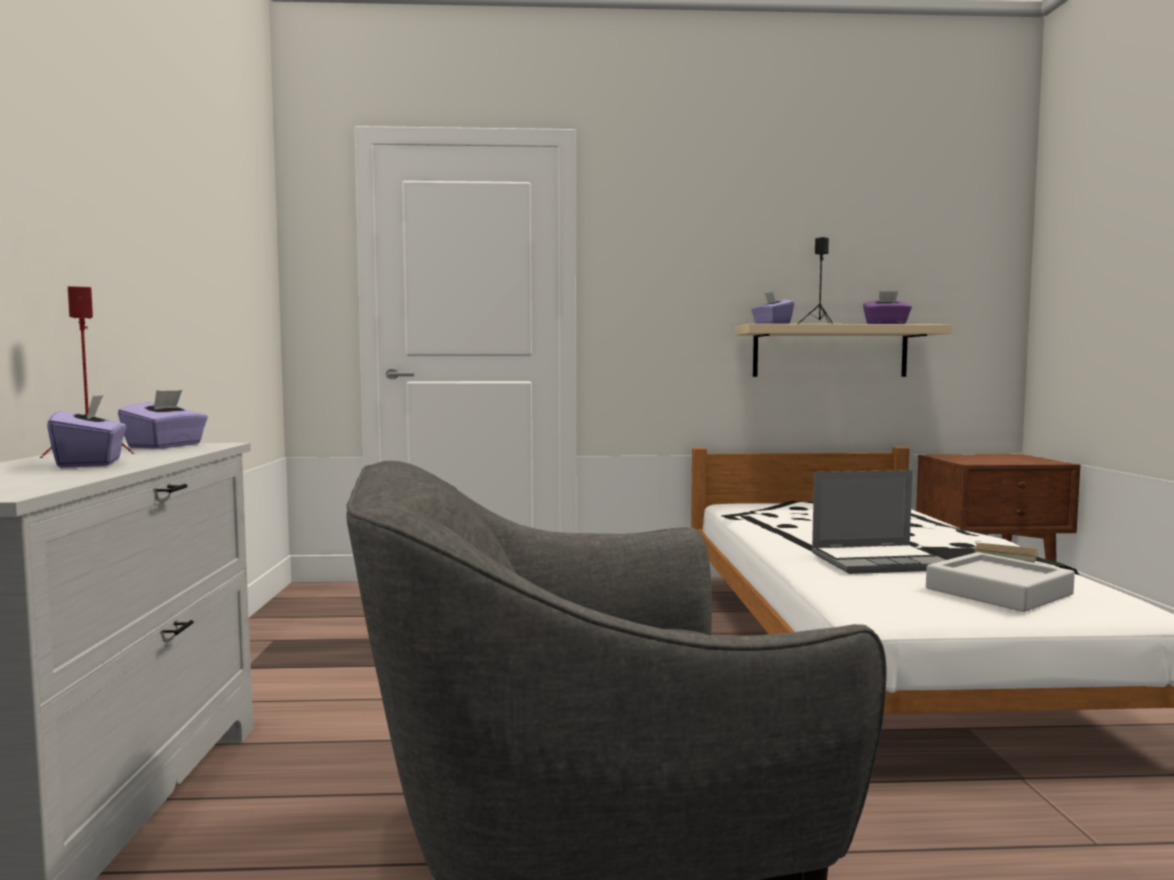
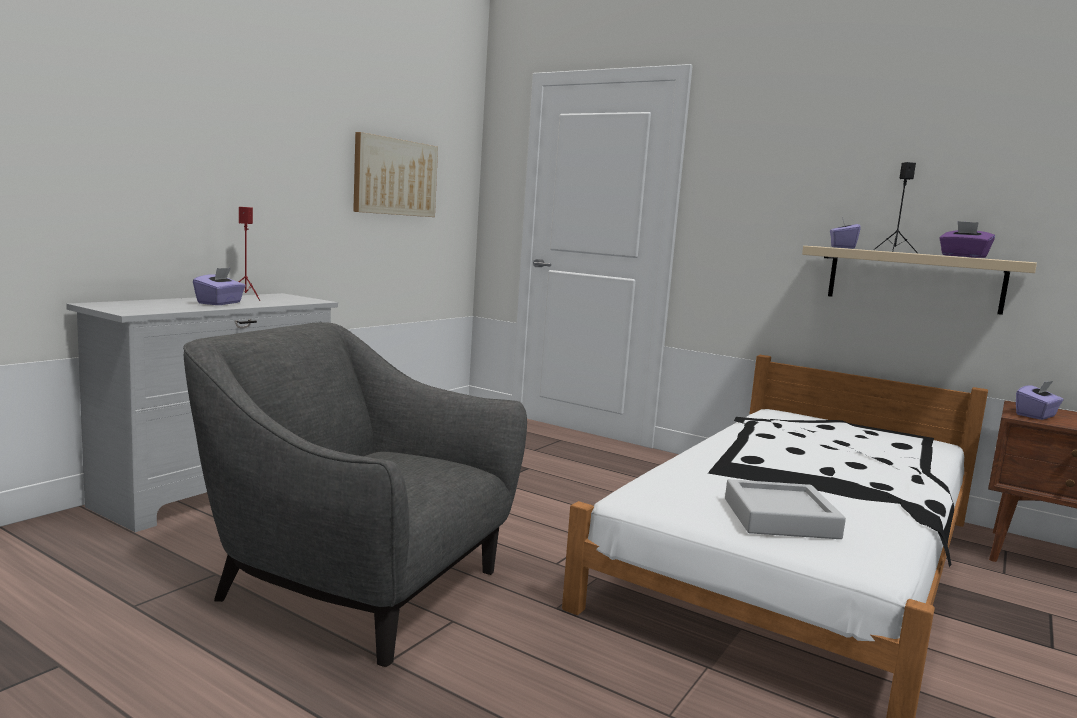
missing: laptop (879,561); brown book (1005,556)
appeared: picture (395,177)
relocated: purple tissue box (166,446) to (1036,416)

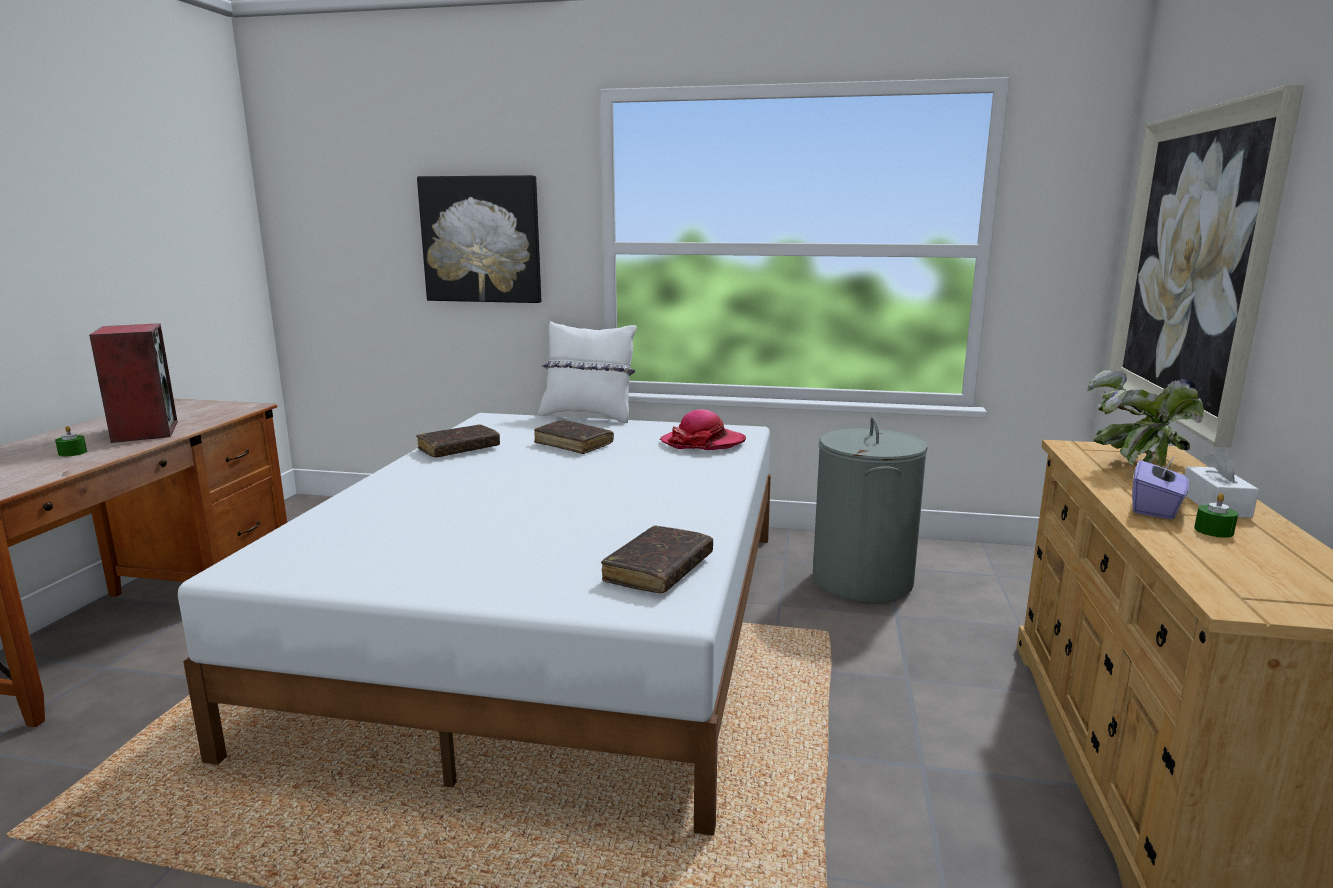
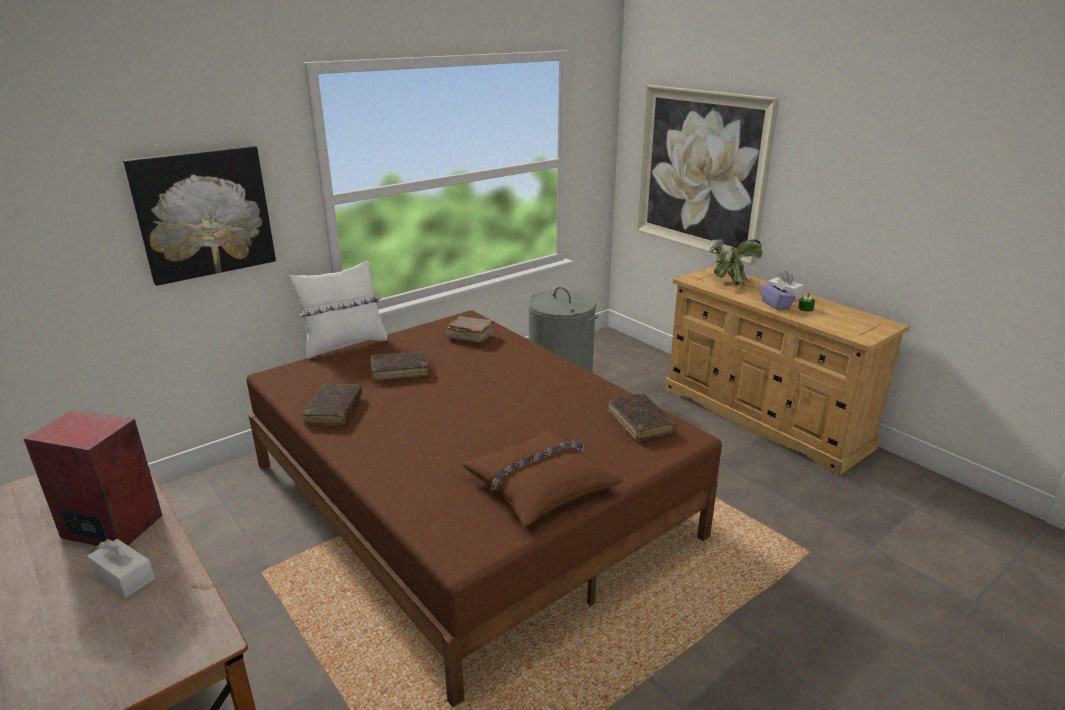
appeared: brown pillow (540,485)
exchanged: hat (703,443) to brown book (470,337); green candle (72,453) to white tissue box (124,577)
colour: white bed (559,623) to brown bed (469,499)

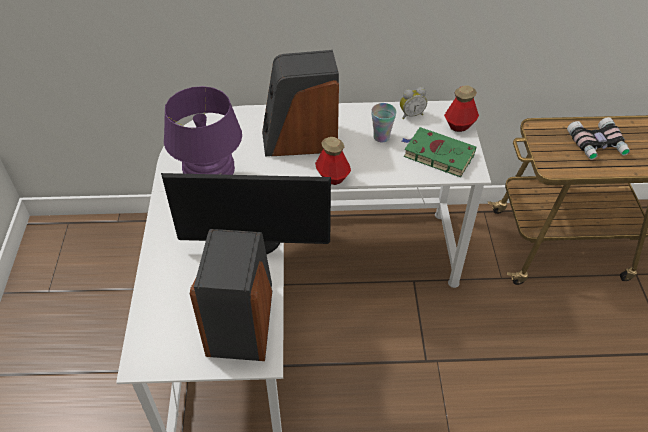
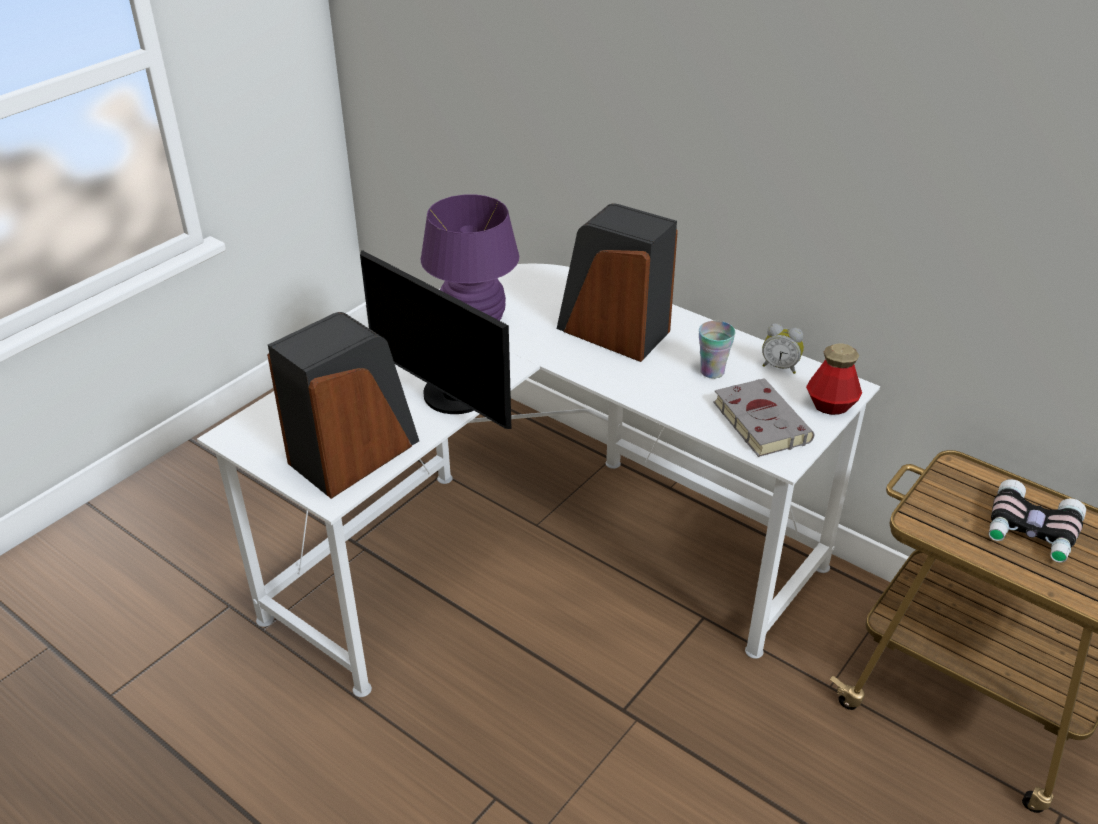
missing: bottle (332,177)
colour: green book (437,154) to grey book (759,420)

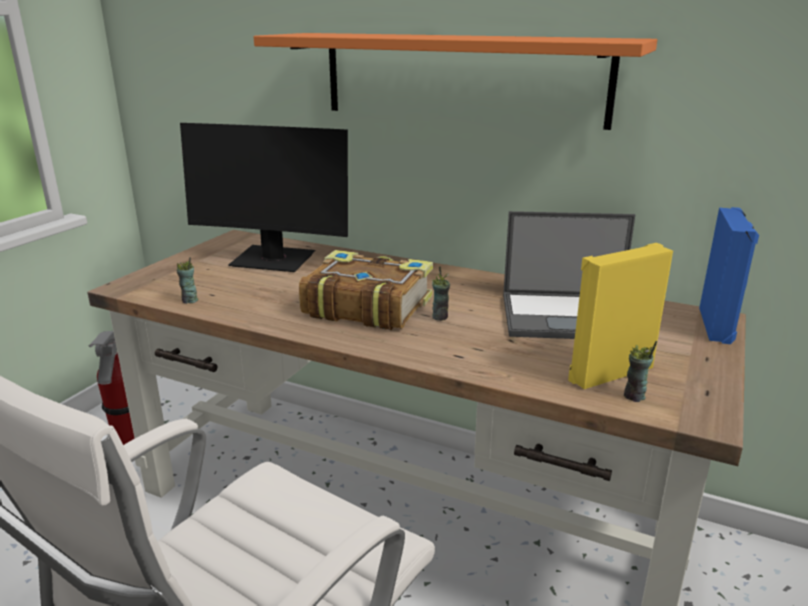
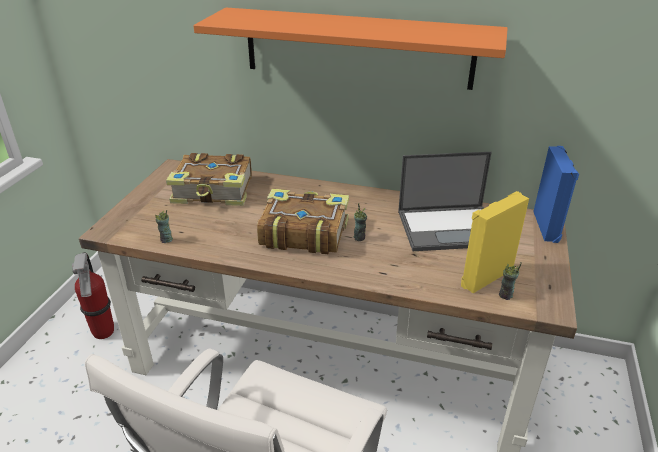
exchanged: monitor (273,260) to book (214,191)

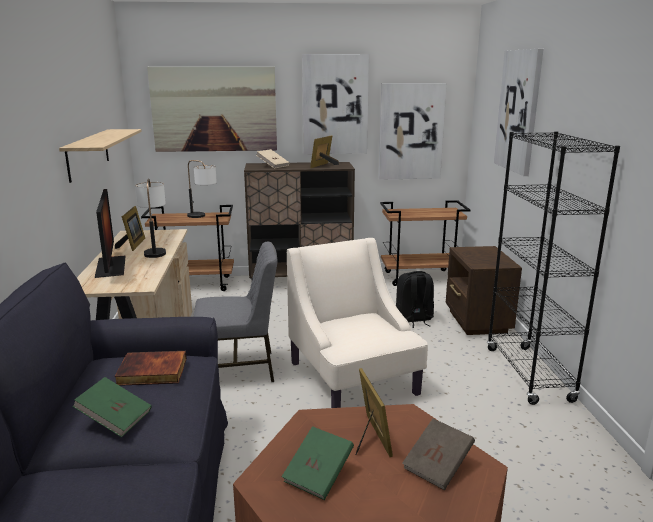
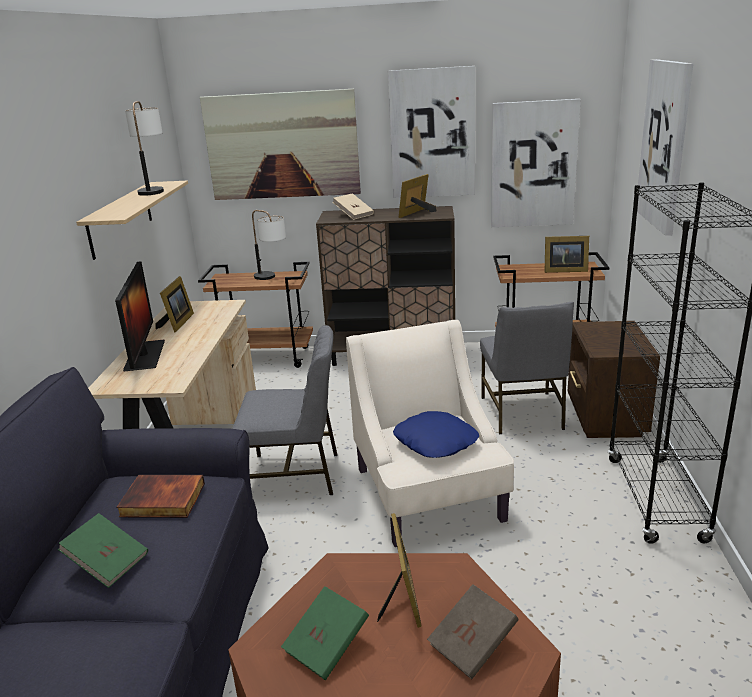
appeared: picture frame (563,270); blue pillow (436,442)
relocated: table lamp (155,250) to (154,189)
exchanged: black backpack (413,319) to grey chair (523,413)

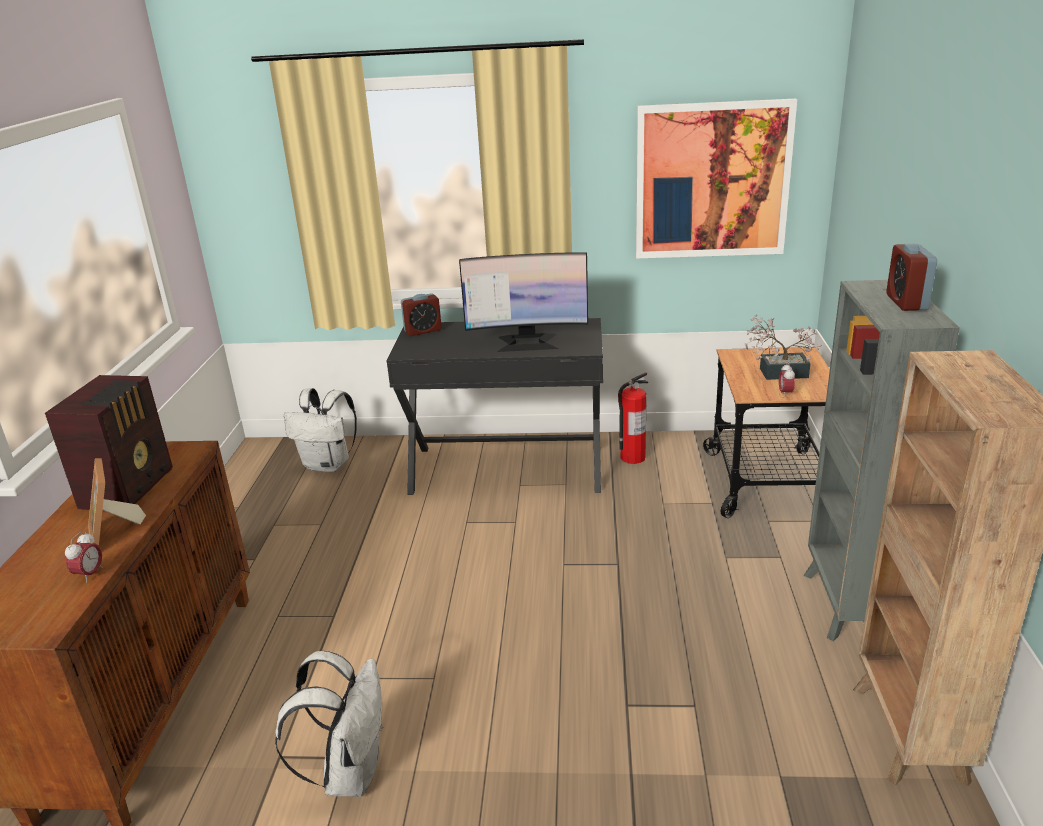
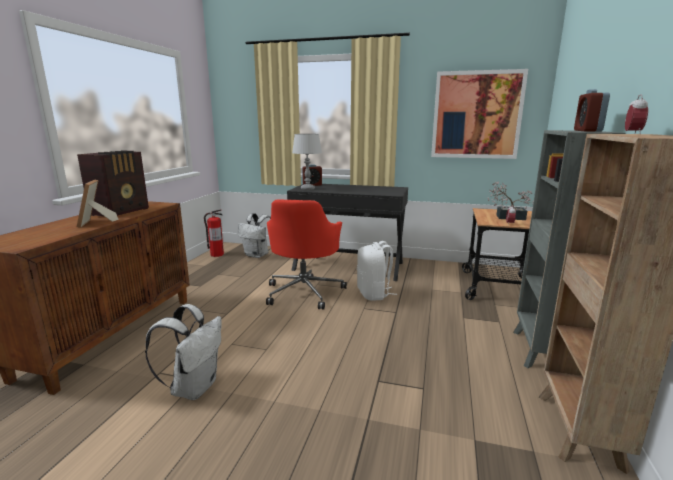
missing: monitor (527,342)
appeared: grey table lamp (308,189); red office chair (304,292); white backpack (374,294)
relocated: fire extinguisher (632,457) to (216,254); alarm clock (90,574) to (632,134)

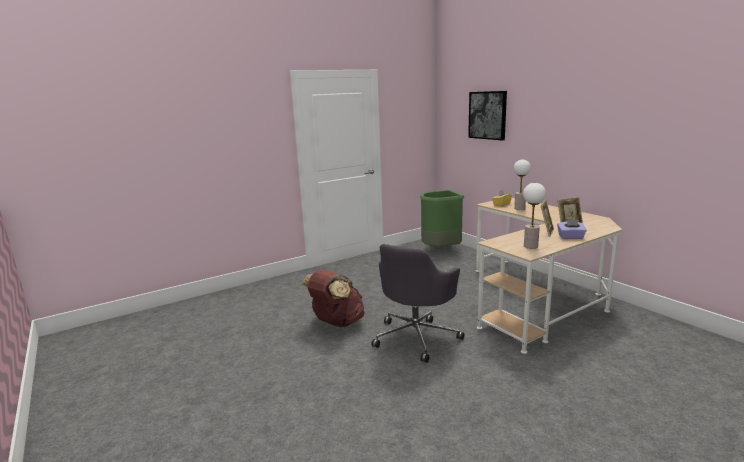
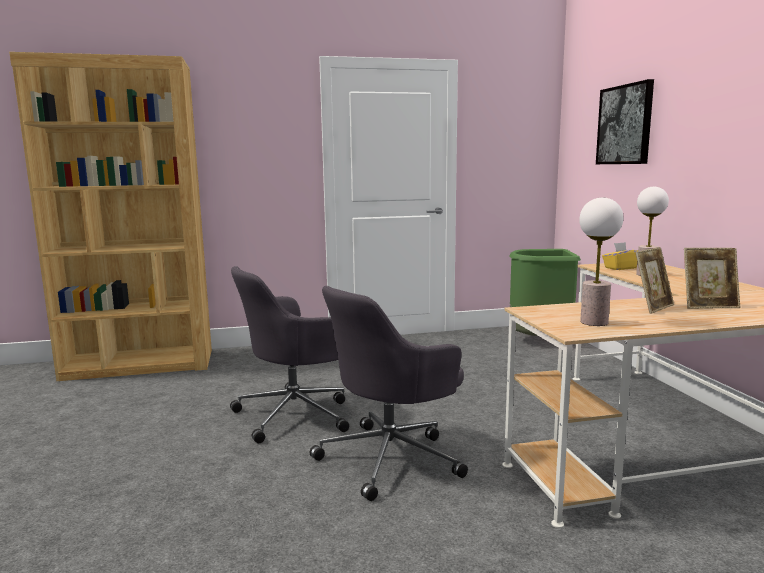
missing: purple tissue box (571,237)
appeared: brown bookcase (140,365)
exchanged: brown backpack (336,323) to grey office chair (296,414)

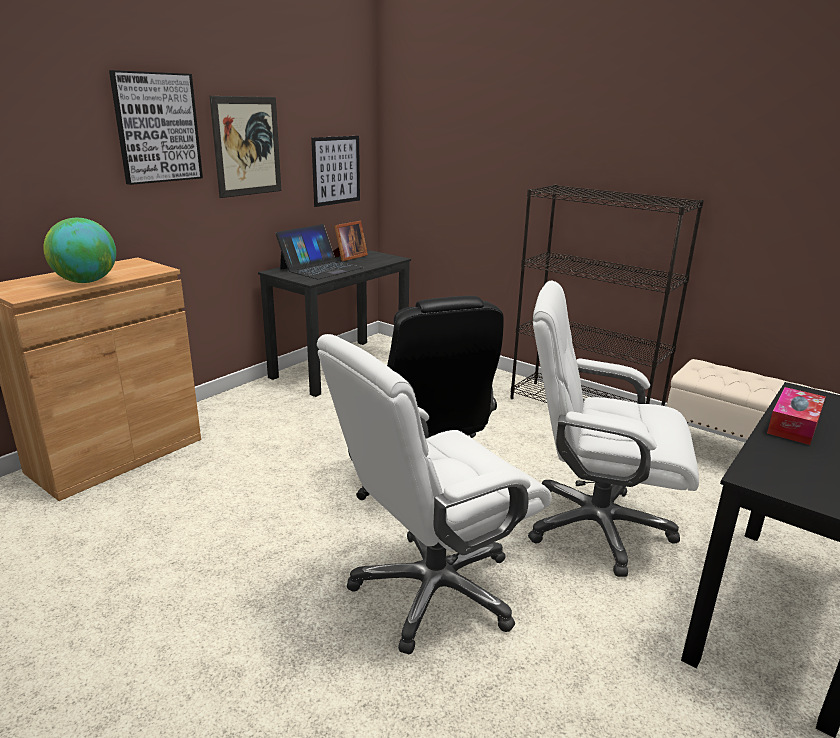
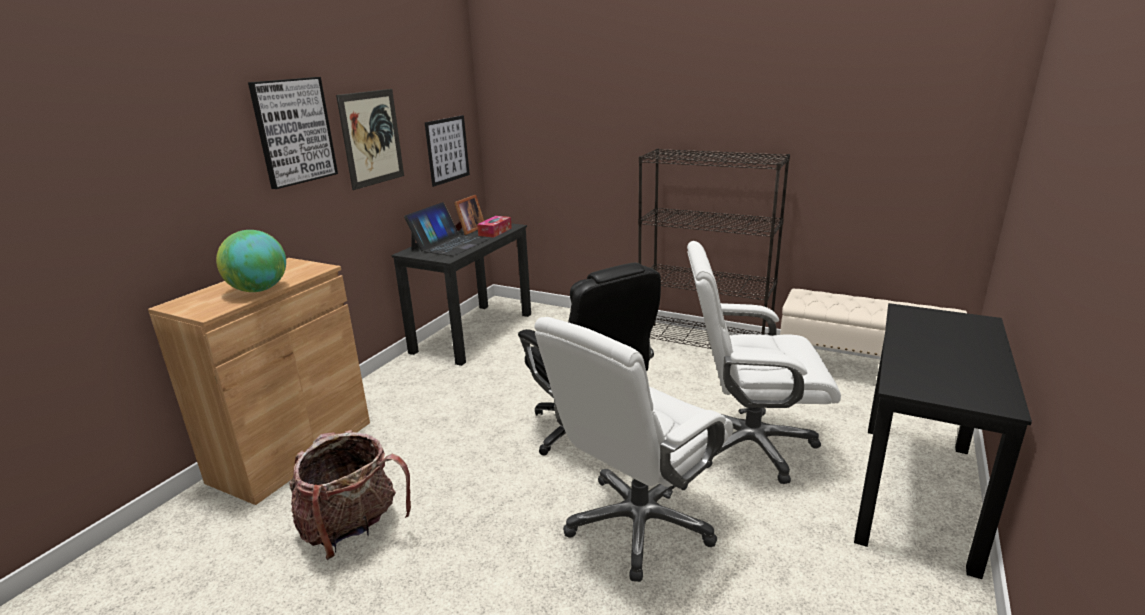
appeared: backpack (353,530)
relocated: tissue box (793,425) to (495,232)

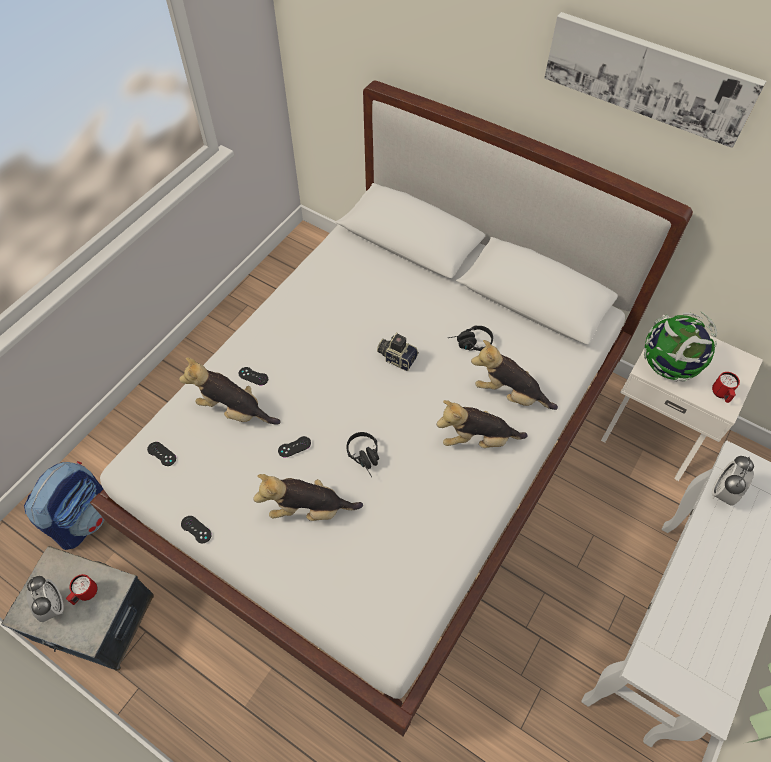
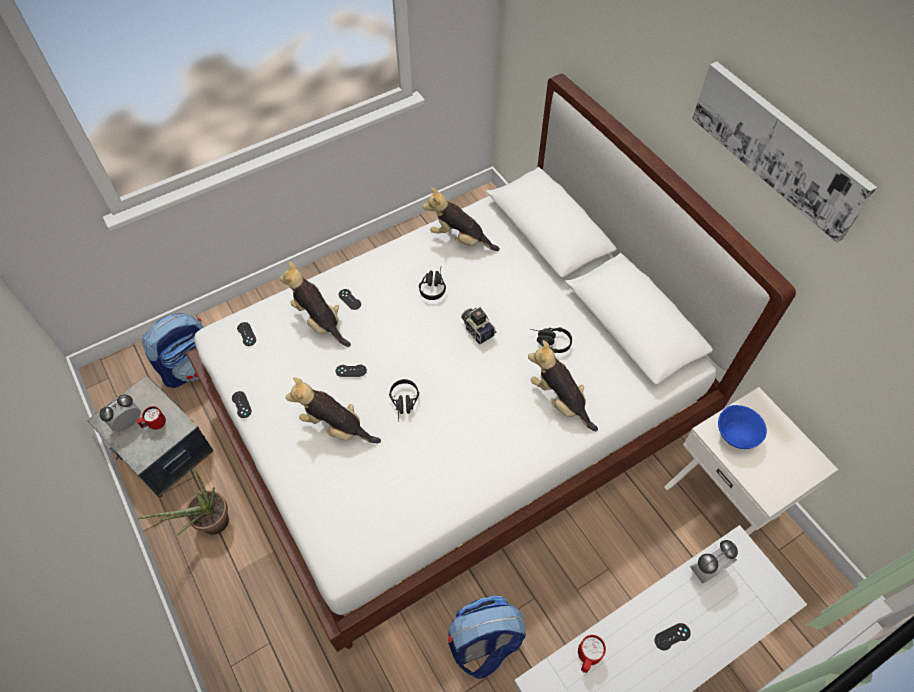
appeared: black headphones (433,286); potted plant (209,525); backpack (484,644); black game controller (672,636)
relocated: red mug (721,395) to (587,657); plush toy (477,439) to (460,239)
exchanged: globe (668,366) to blue bowl (734,436)
spun: alarm clock (53,606) = (128,423) 135 degrees counterclockwise

